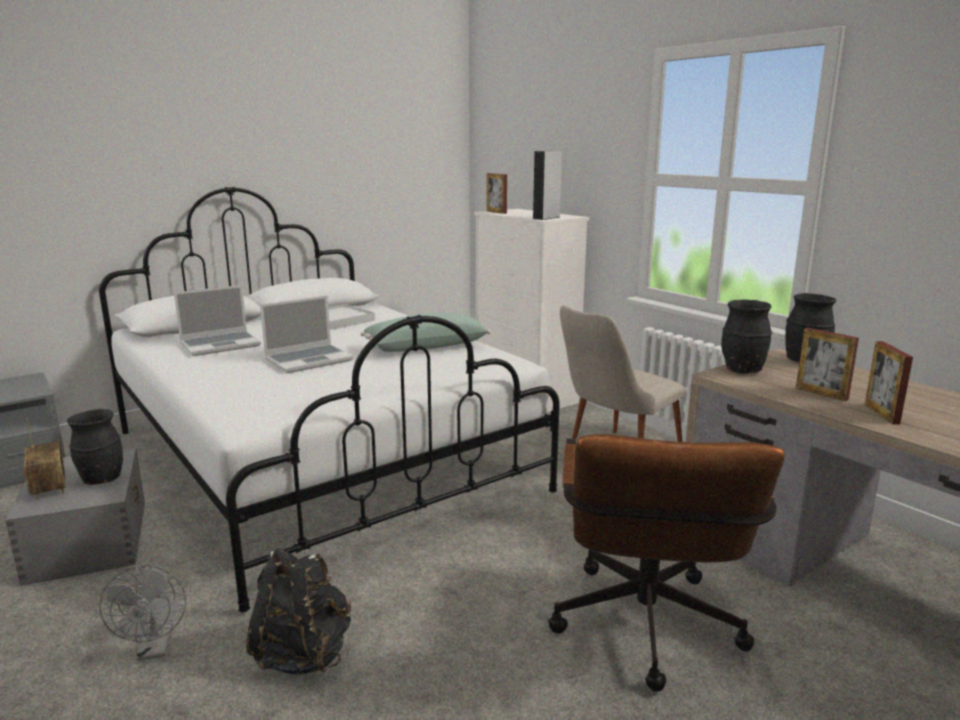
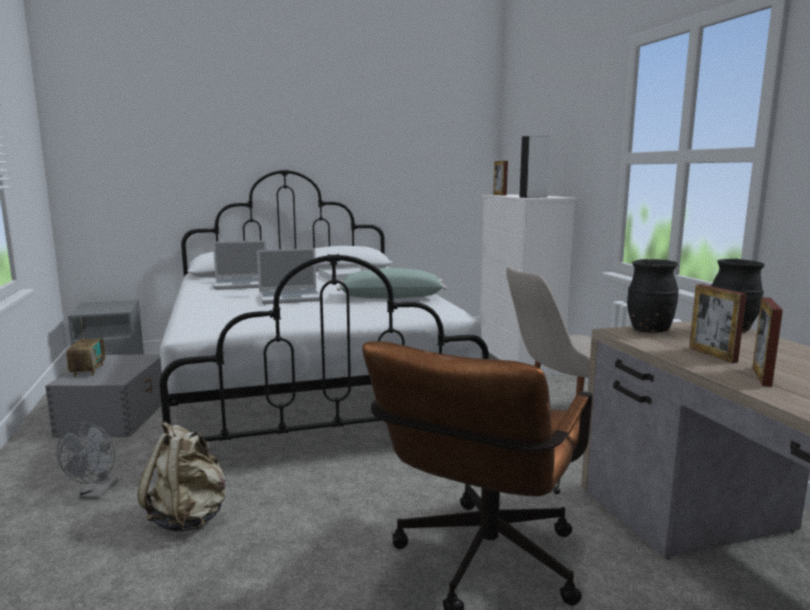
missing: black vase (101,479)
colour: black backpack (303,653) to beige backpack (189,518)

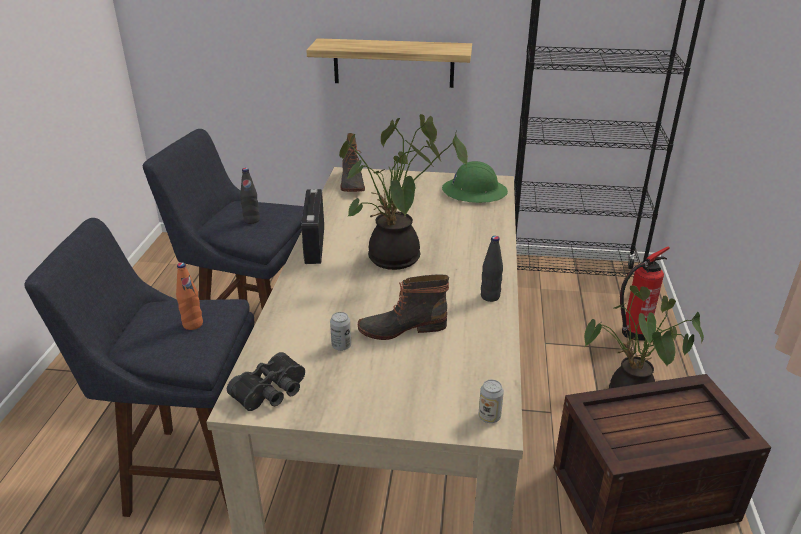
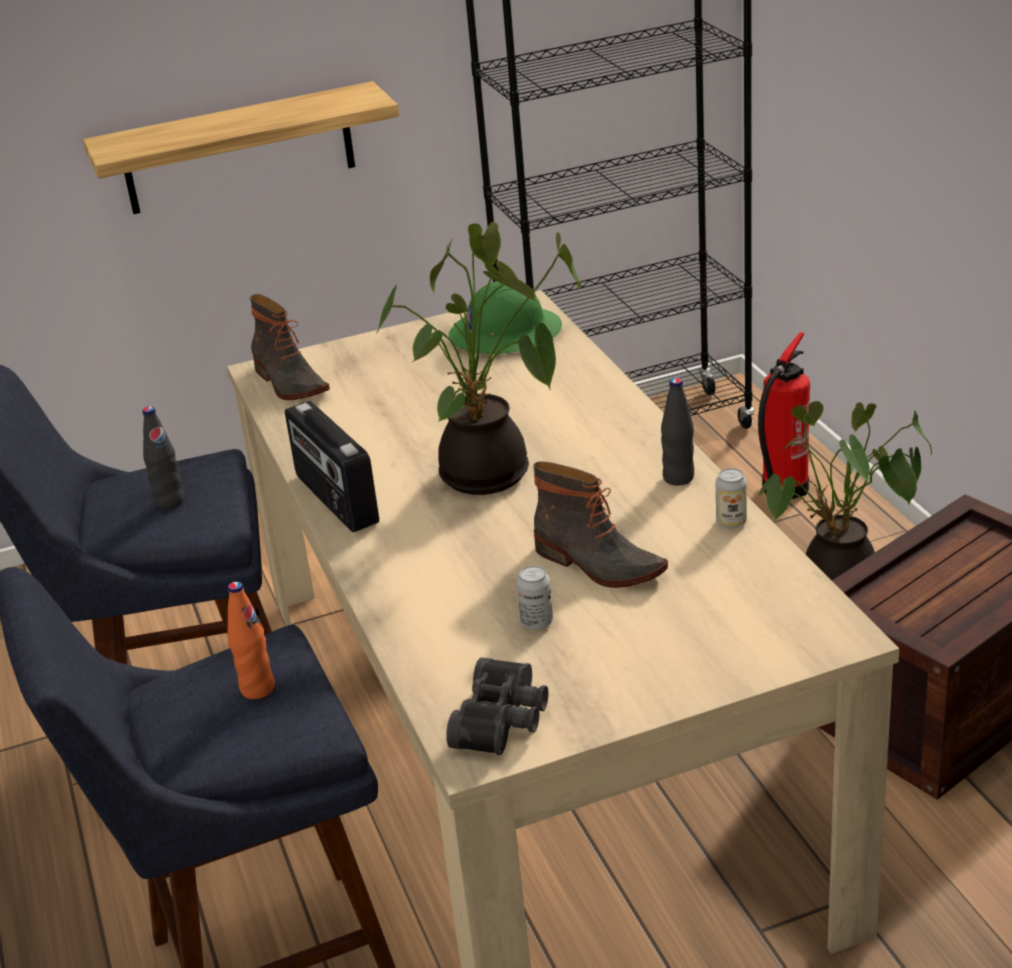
relocated: can (489,417) to (731,522)
spun: boot (402,327) = (598,565) 105 degrees counterclockwise

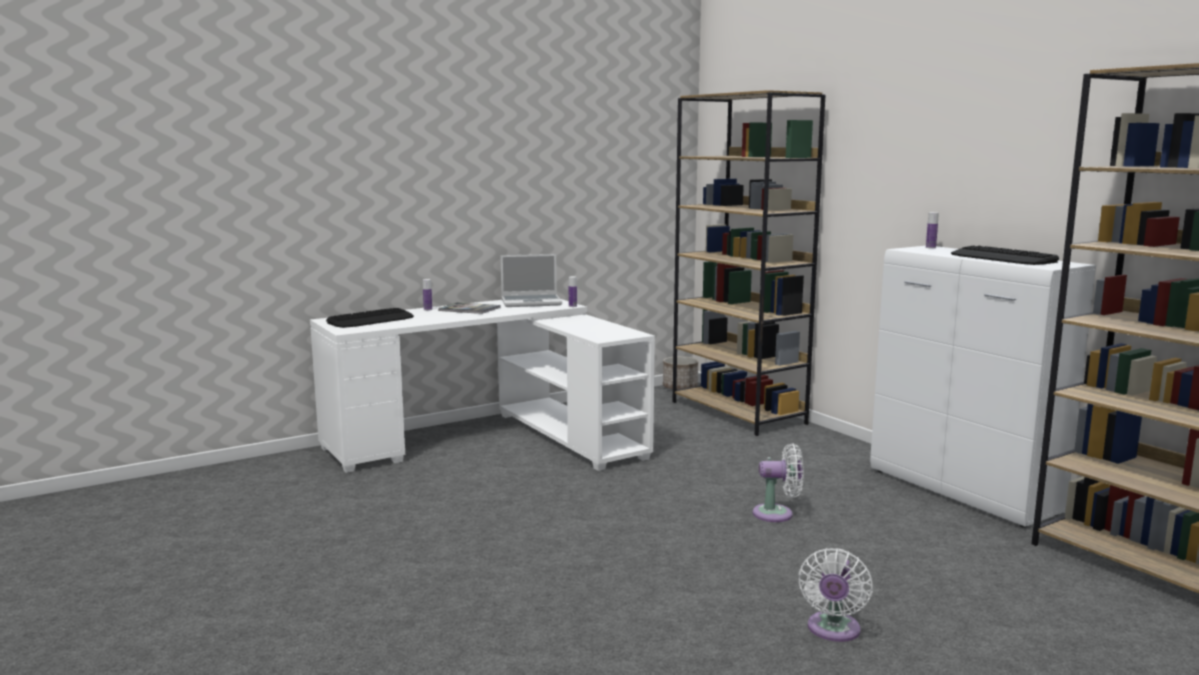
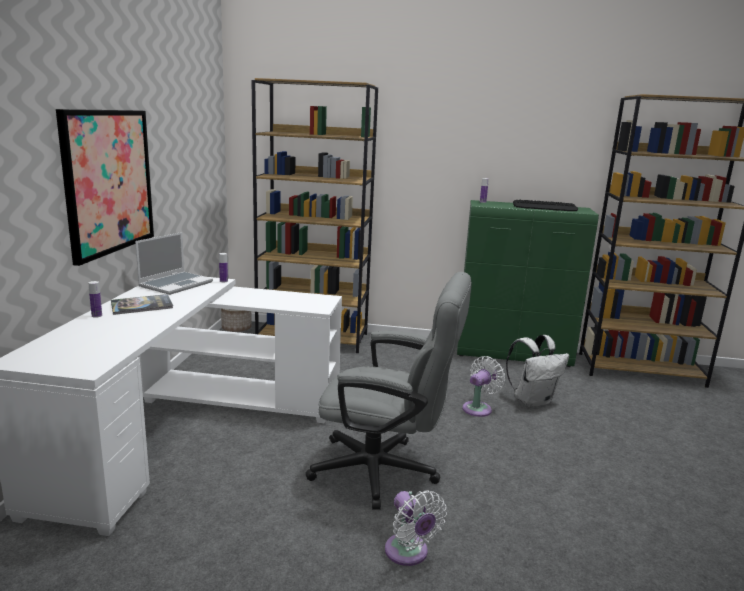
missing: keyboard (371,320)
appeared: picture (108,181); grey office chair (385,472); white backpack (532,400)
relocated: white fan (833,631) to (408,553)
colour: white cabinet (963,492) to green cabinet (514,355)

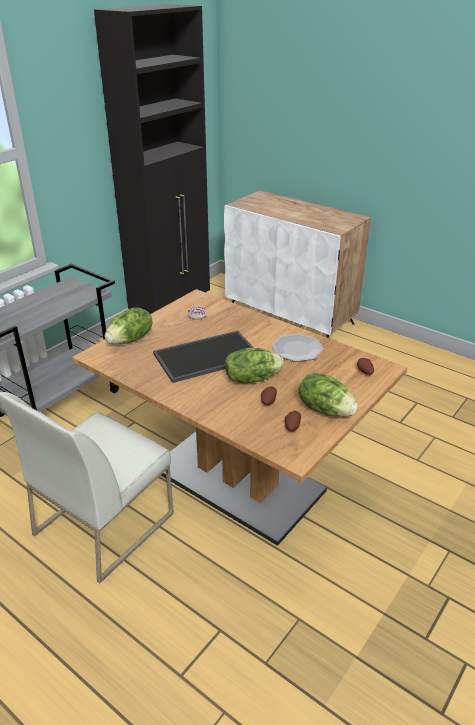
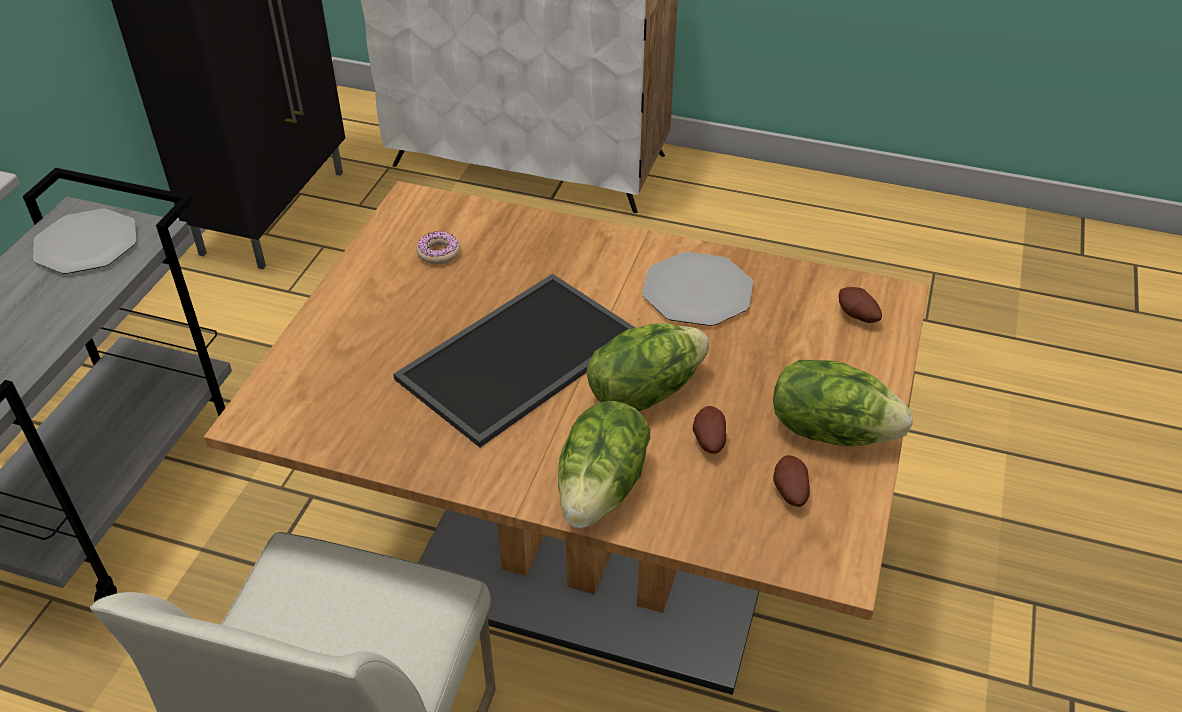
appeared: plate (86,244)
relocated: lettuce (131,340) to (603,488)

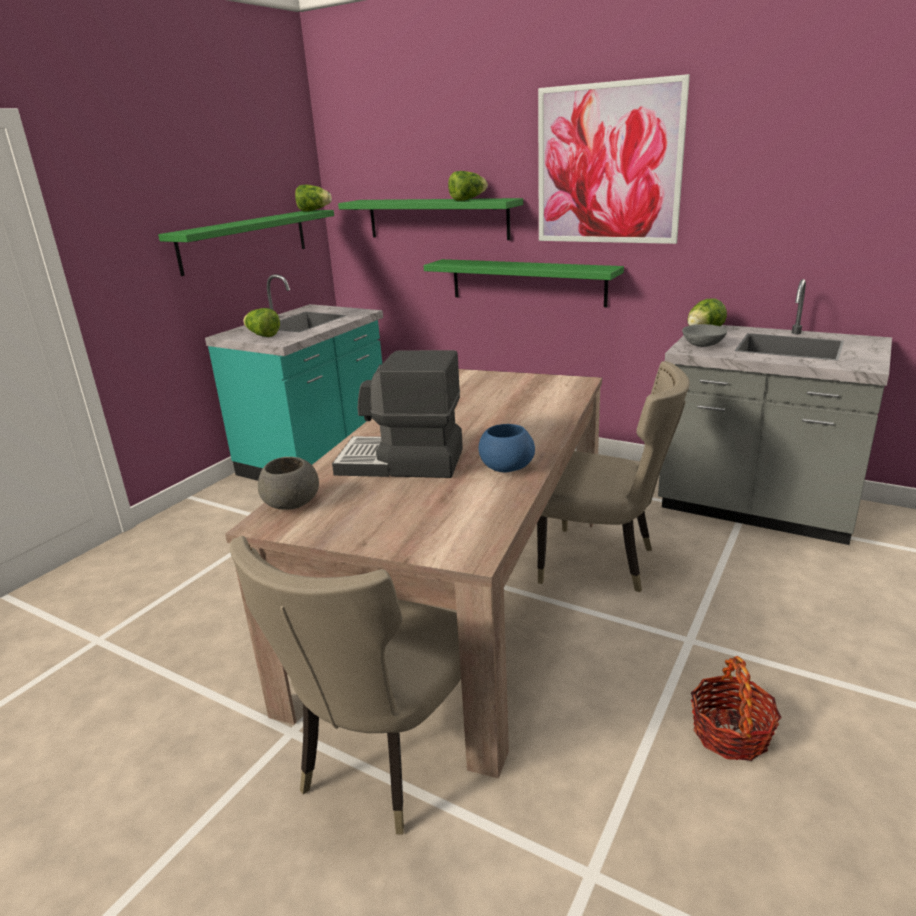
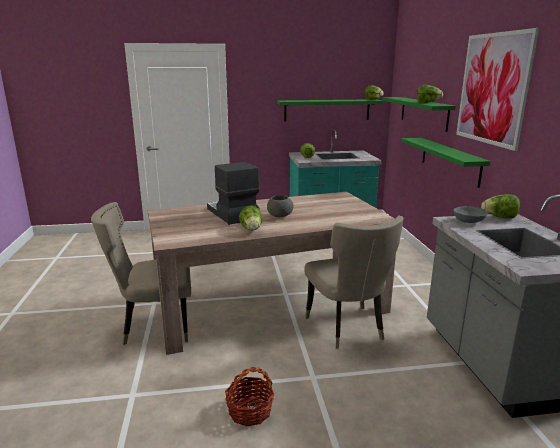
relocated: grey bowl (290,504) to (279,216)
exchanged: blue bowl (506,467) to lettuce (252,230)

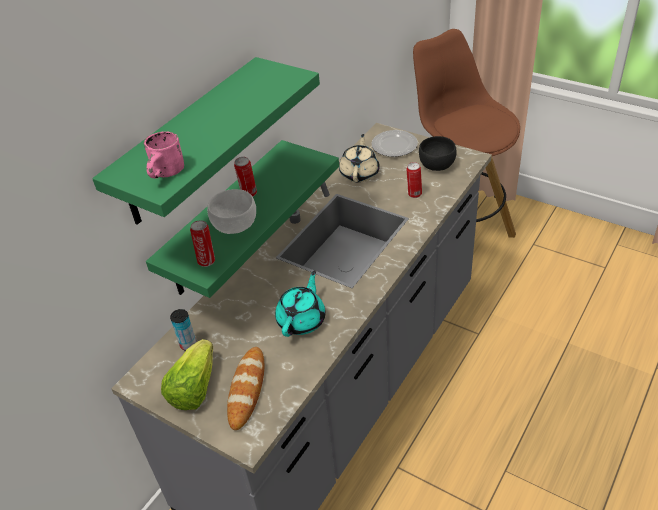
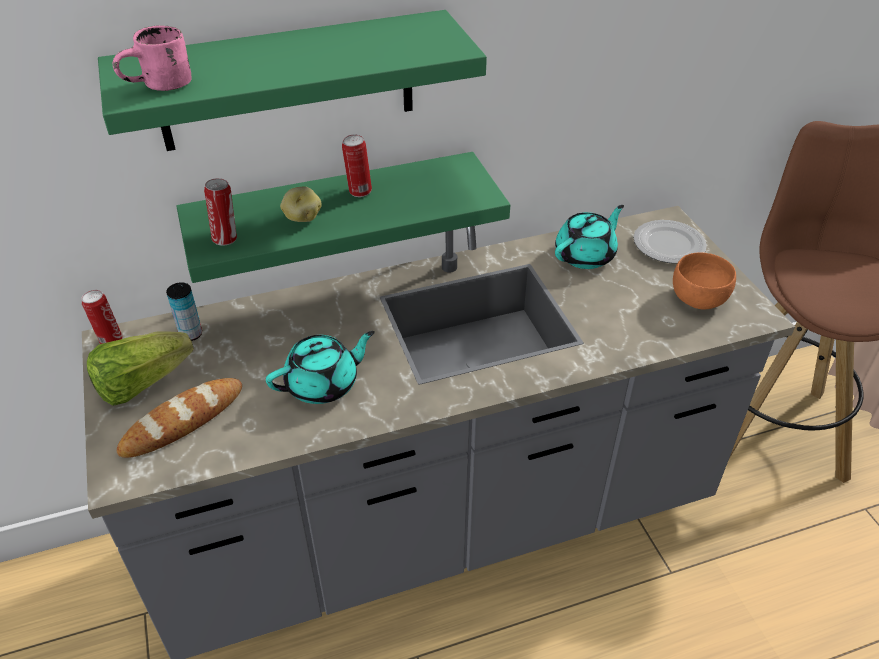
relocated: can (414,194) to (110,340)
exchanged: white bowl (235,225) to potato (302,217)
colour: beige teapot (360,173) to turquoise teapot (586,255); black bowl (437,165) to orange bowl (698,298)

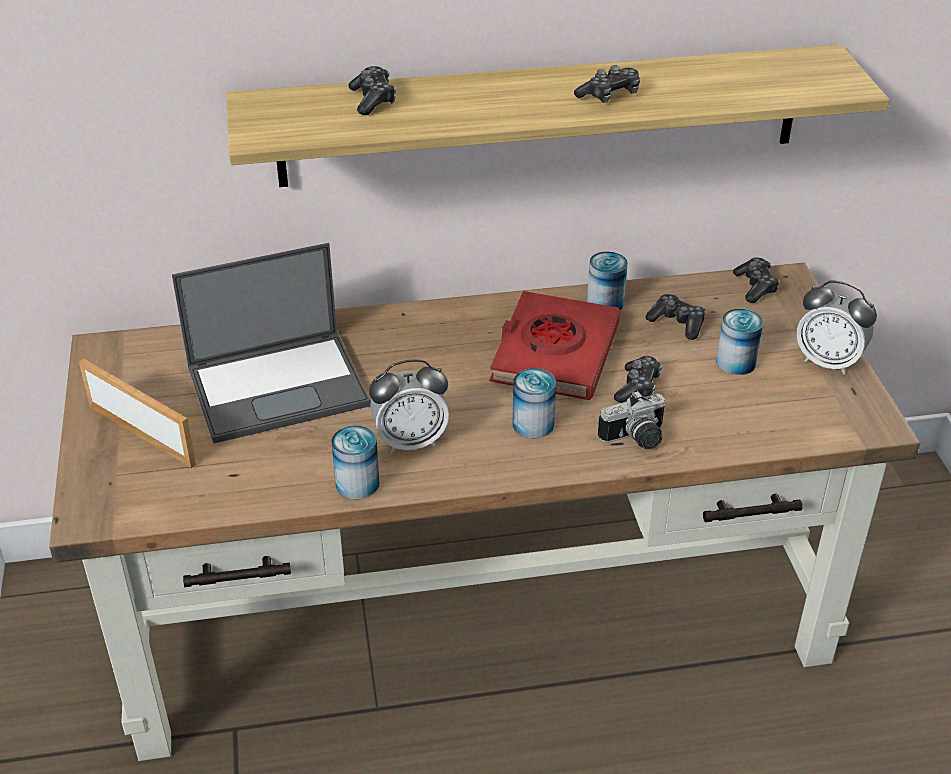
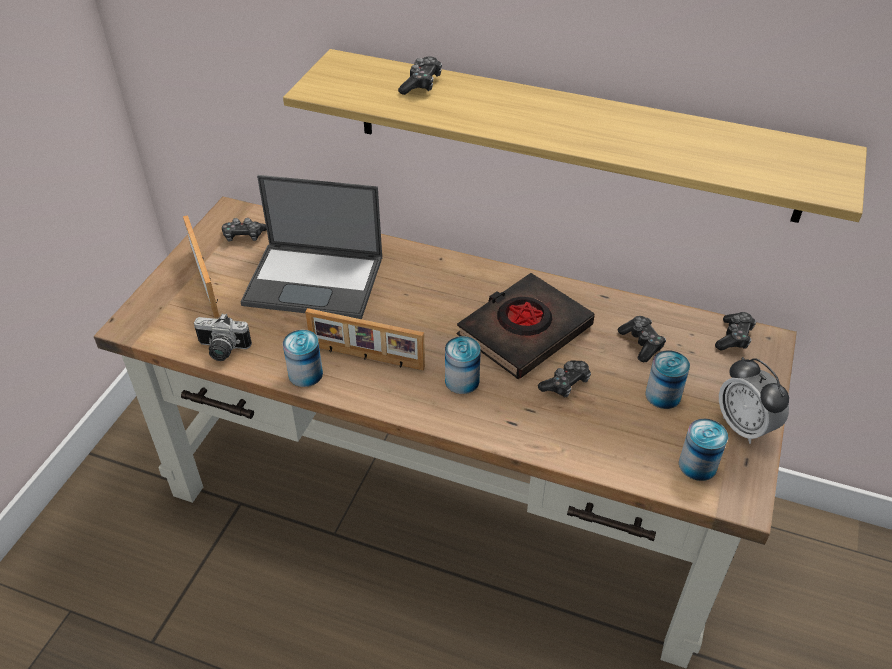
relocated: game controller (609,95) to (244,236); can (605,303) to (697,465); photo camera (636,439) to (222,350)
exchanged: alarm clock (410,441) to picture frame (366,357)
colour: red book (554,353) to black book (524,331)

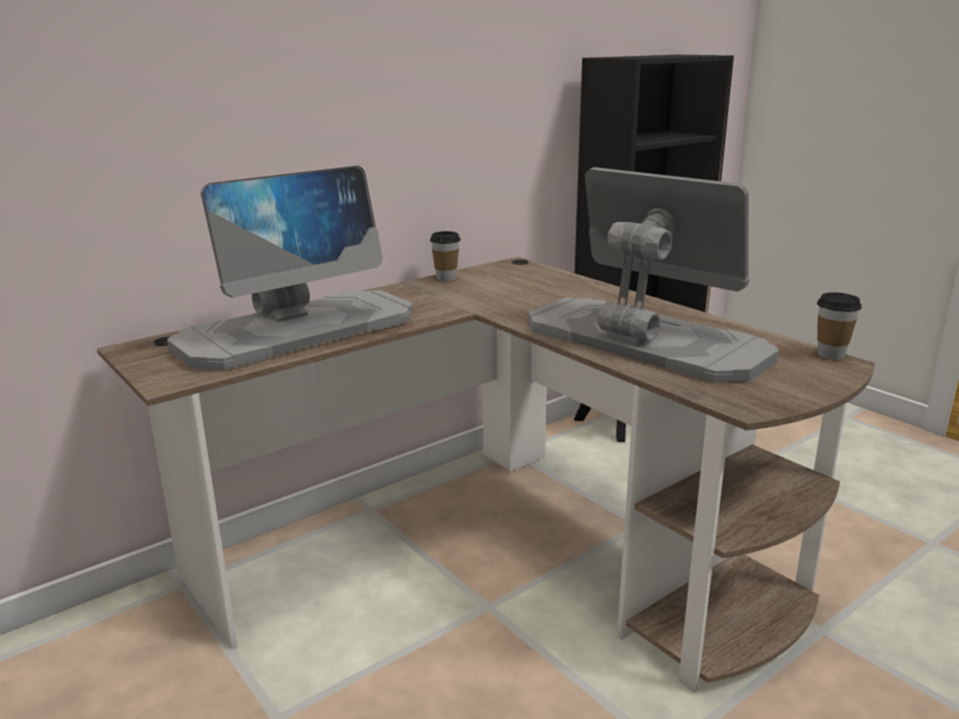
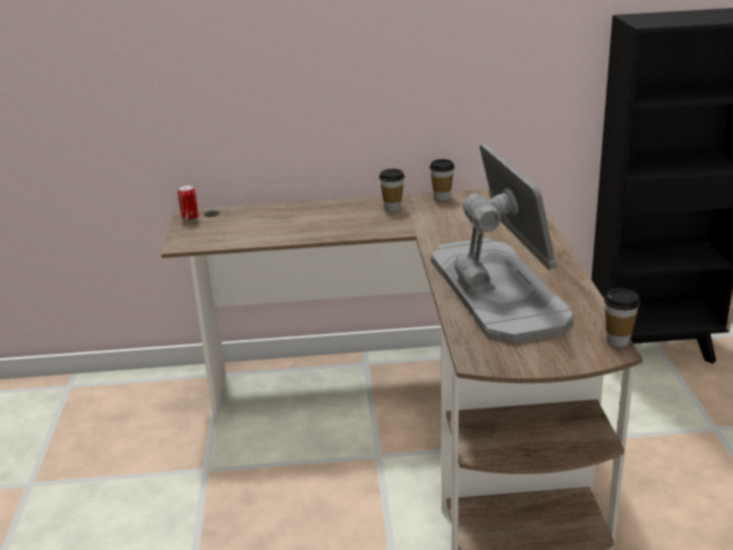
missing: monitor (299,330)
appeared: cup (392,208); can (190,218)

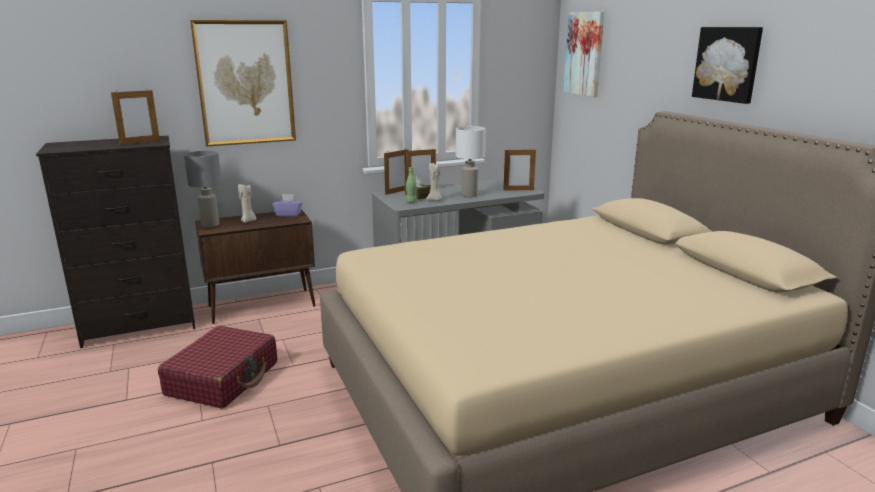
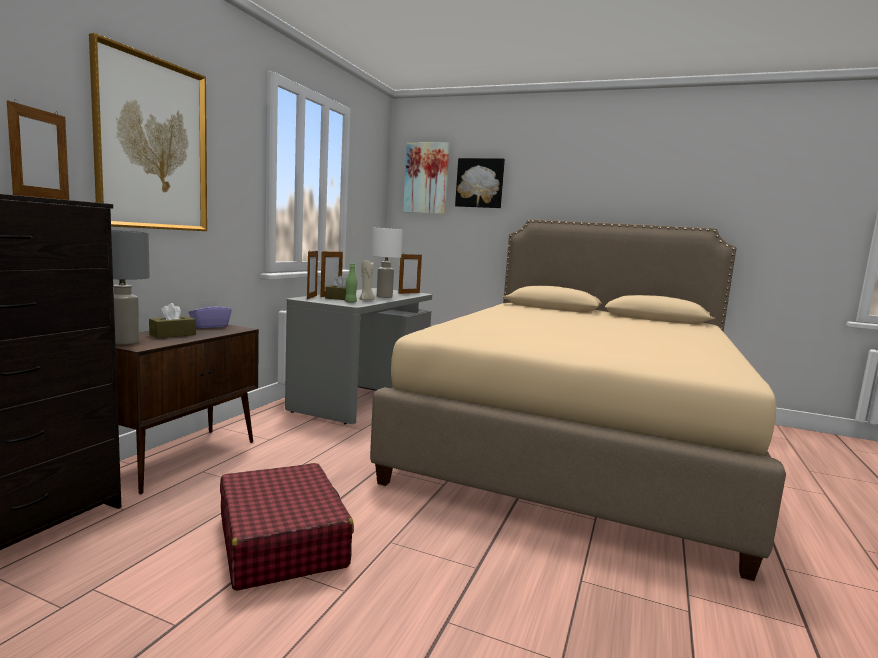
relocated: picture (727,64) to (480,183)
exchanged: beige candle (248,221) to brown tissue box (173,335)

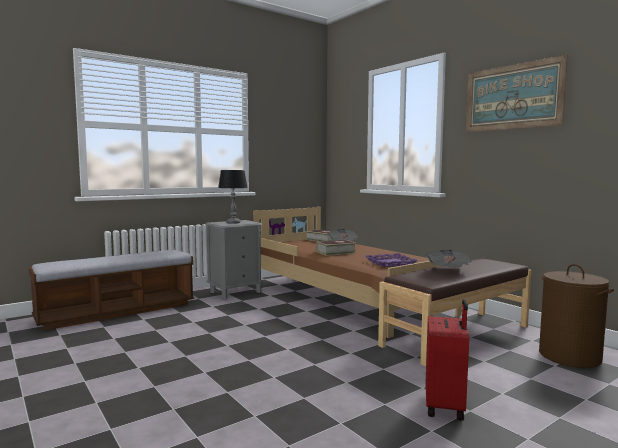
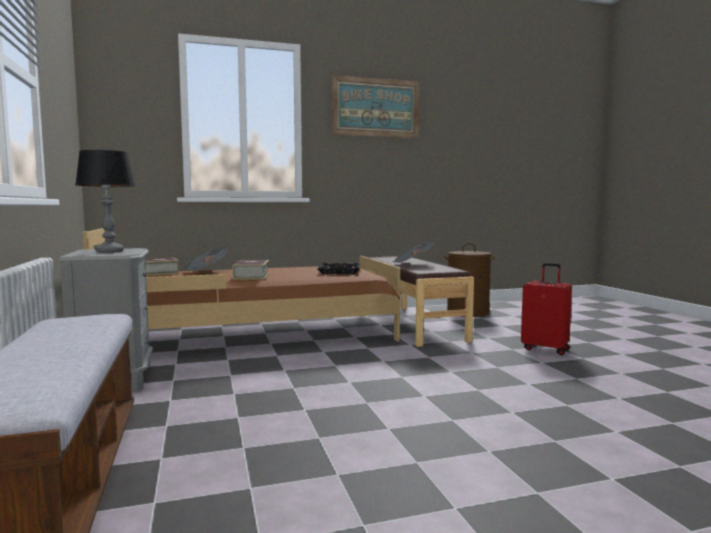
colour: purple tray (390,263) to black tray (339,272)

